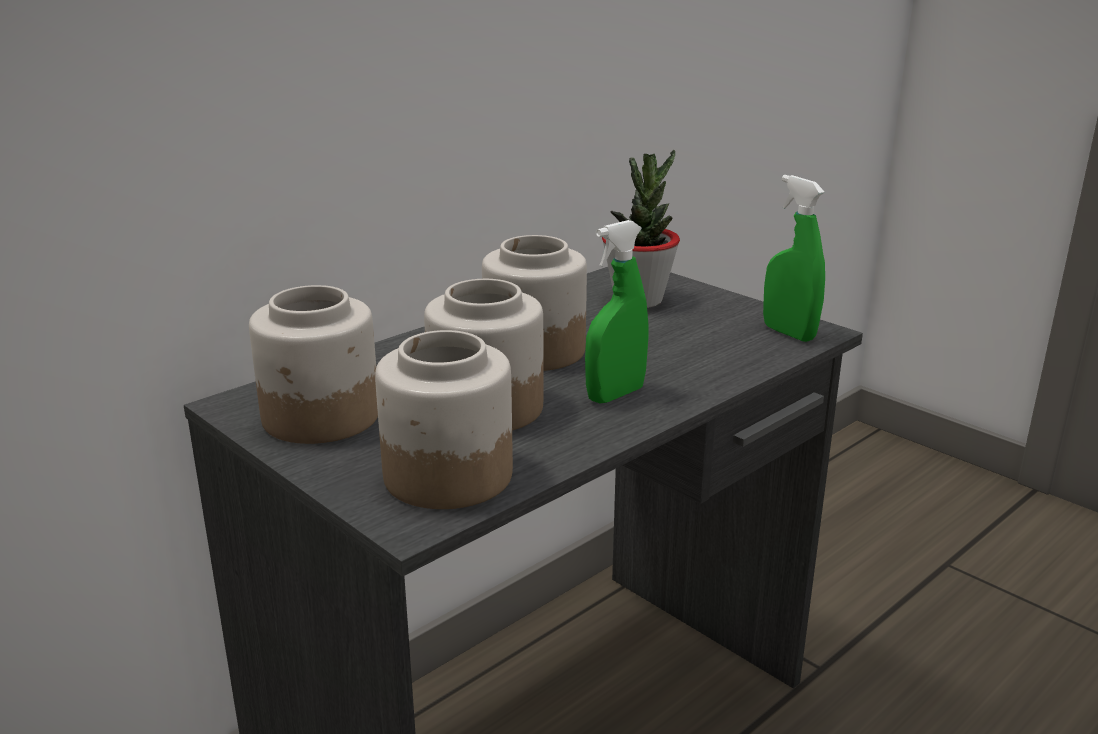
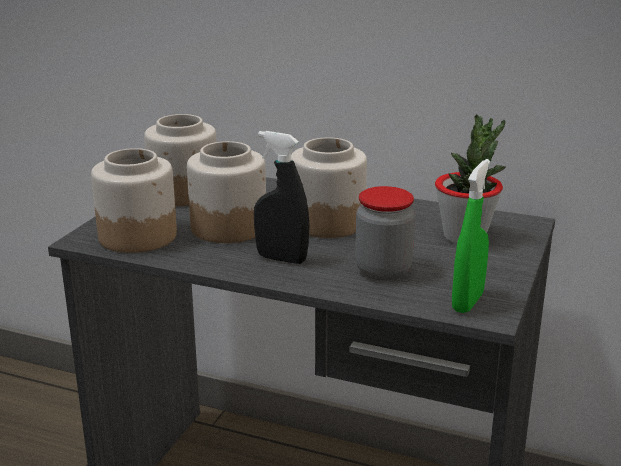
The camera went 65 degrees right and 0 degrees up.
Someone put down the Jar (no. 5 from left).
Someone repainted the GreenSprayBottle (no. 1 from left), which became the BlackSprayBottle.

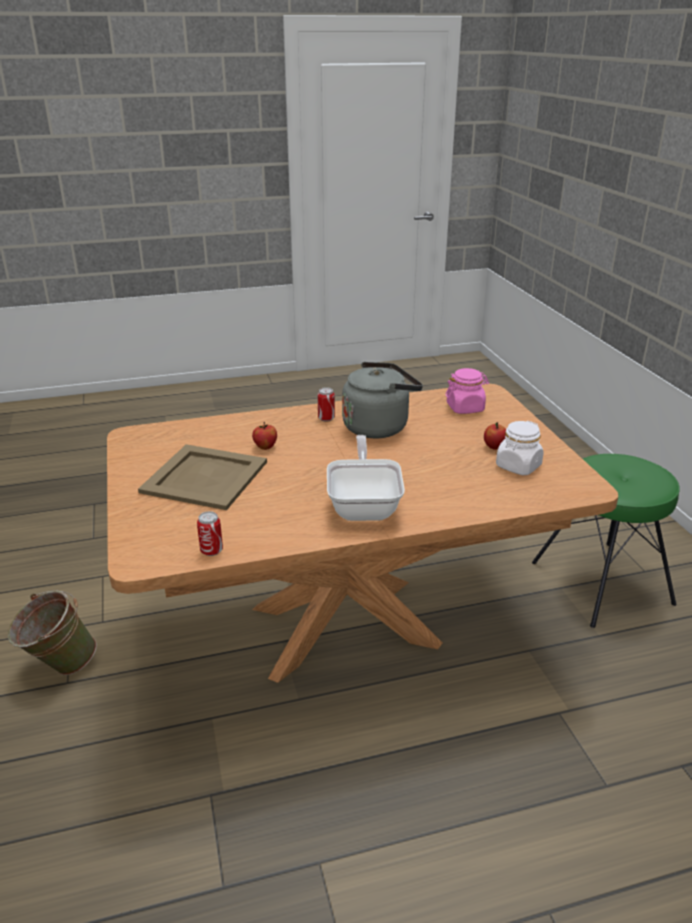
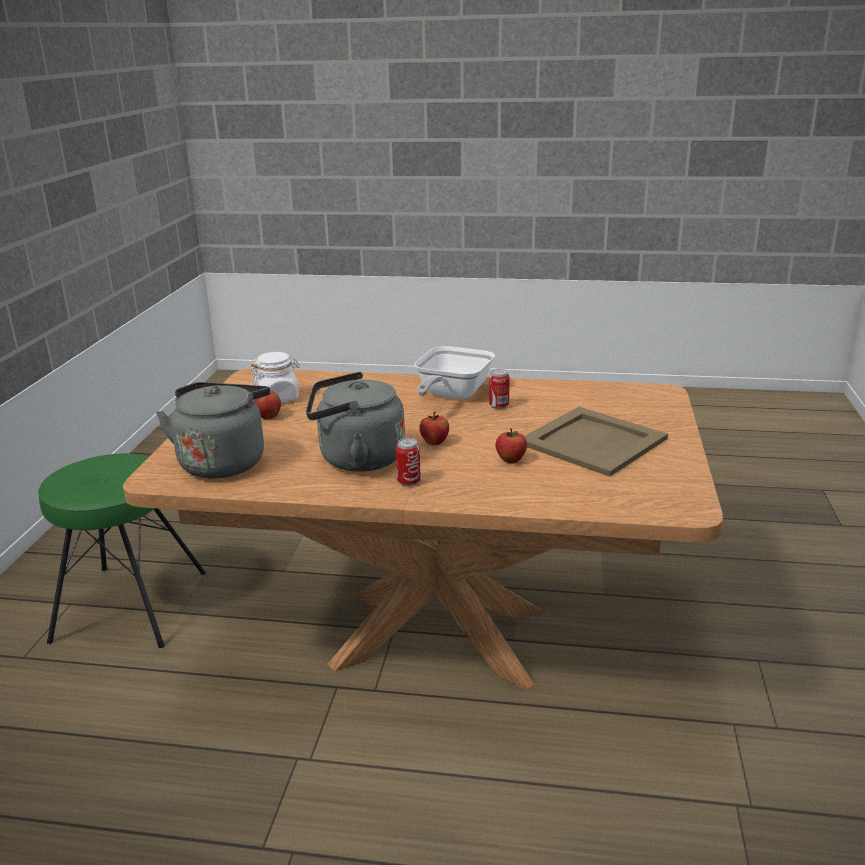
The camera went 155 degrees left and 5 degrees down.
Someone took away the GreenBucket.
Someone put down the Apple (no. 2 from left).
Someone carried the Can (no. 1 from left in the first image).
Someone swapped the PinkJar for the GreyKettle (no. 1 from left).

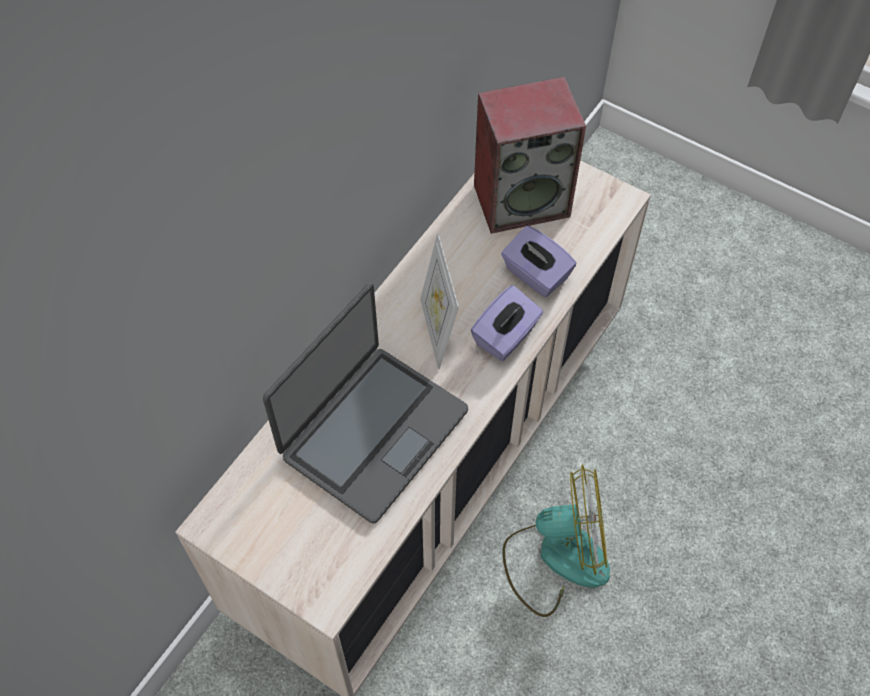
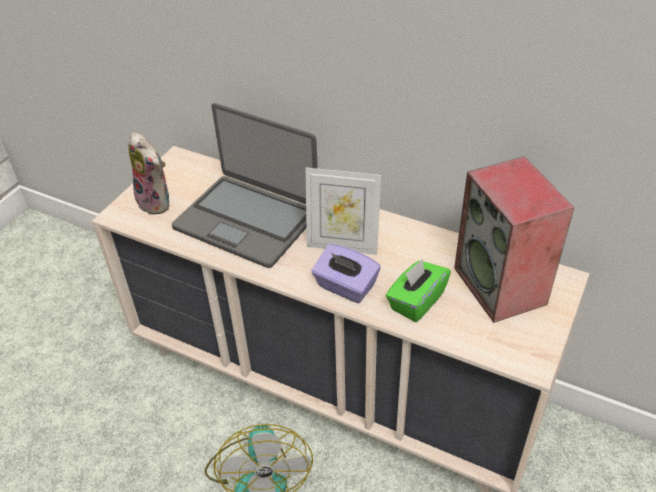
The camera went 85 degrees right and 15 degrees down.
Someone put down the PlushToy.
Someone repainted the PurpleTissueBox (no. 2 from left), which became the GreenTissueBox.
Someone rotated the PictureFrame by 150 degrees counterclockwise.

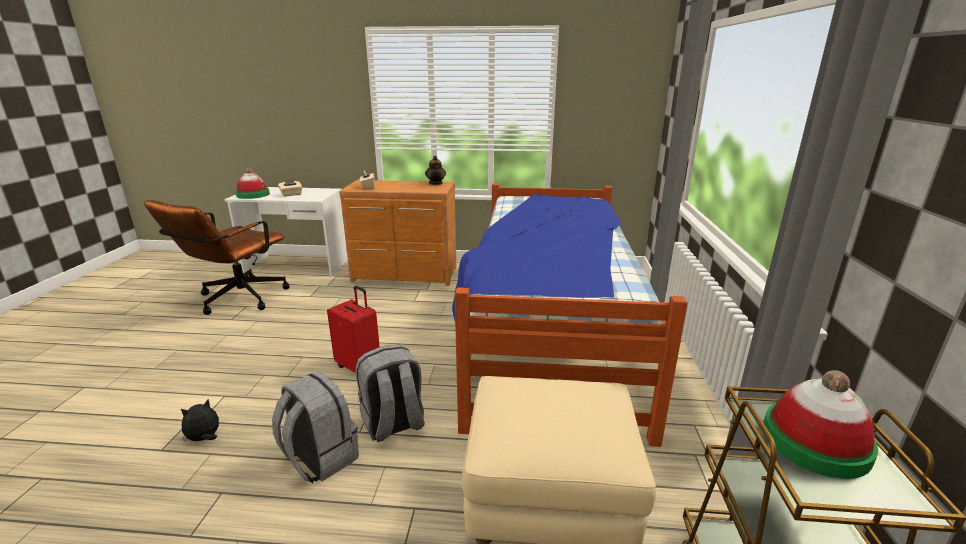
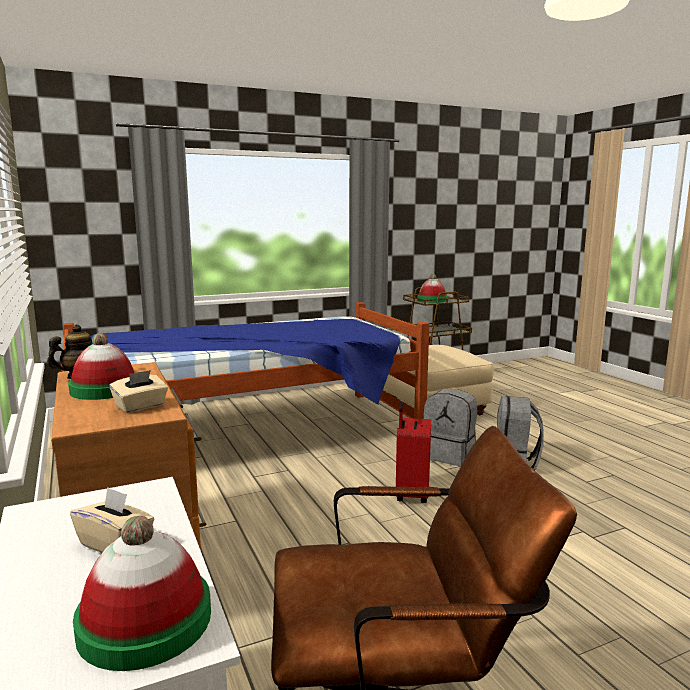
The camera went 120 degrees left and 10 degrees down.
Someone took away the PlushToy.
Someone put down the Hat (no. 1 from left).

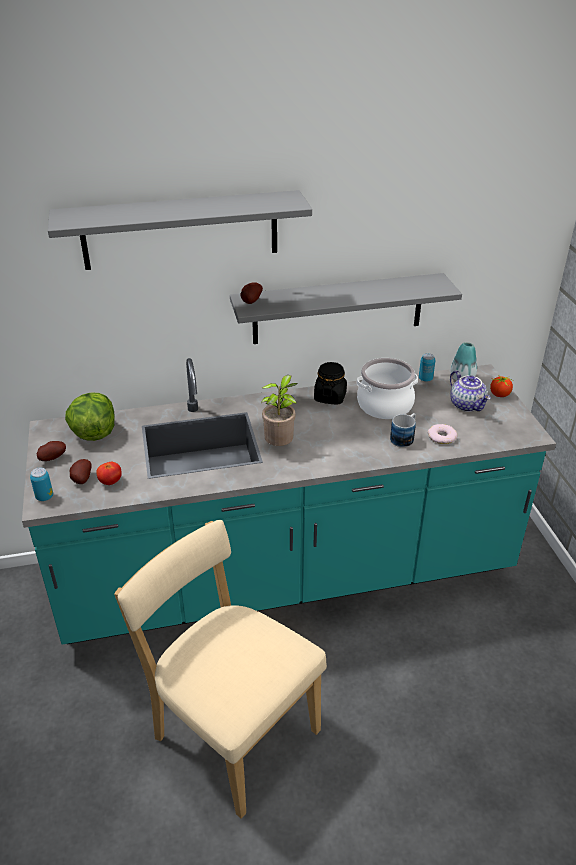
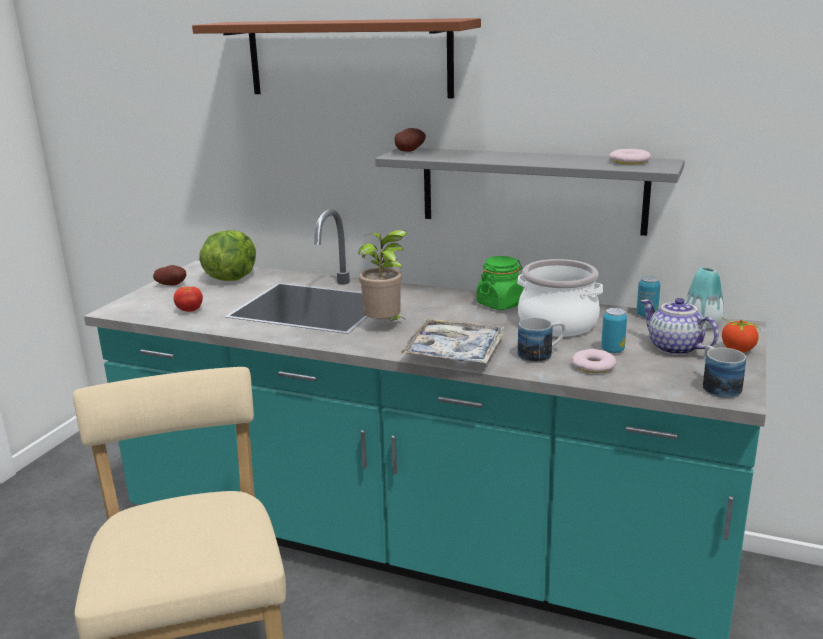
The camera went 35 degrees right and 15 degrees down.
Someone took away the Potato (no. 2 from left).
Someone put down the Tray.
Someone put down the Donut (no. 2 from left).
Someone put down the Mug (no. 2 from left).
Someone carried the Can (no. 1 from left).
Someone repainted the GreyShelf (no. 1 from left), which became the BrownShelf.
Someone repainted the BlackJar, which became the GreenJar.
Someone rotated the Teapot by 135 degrees clockwise.

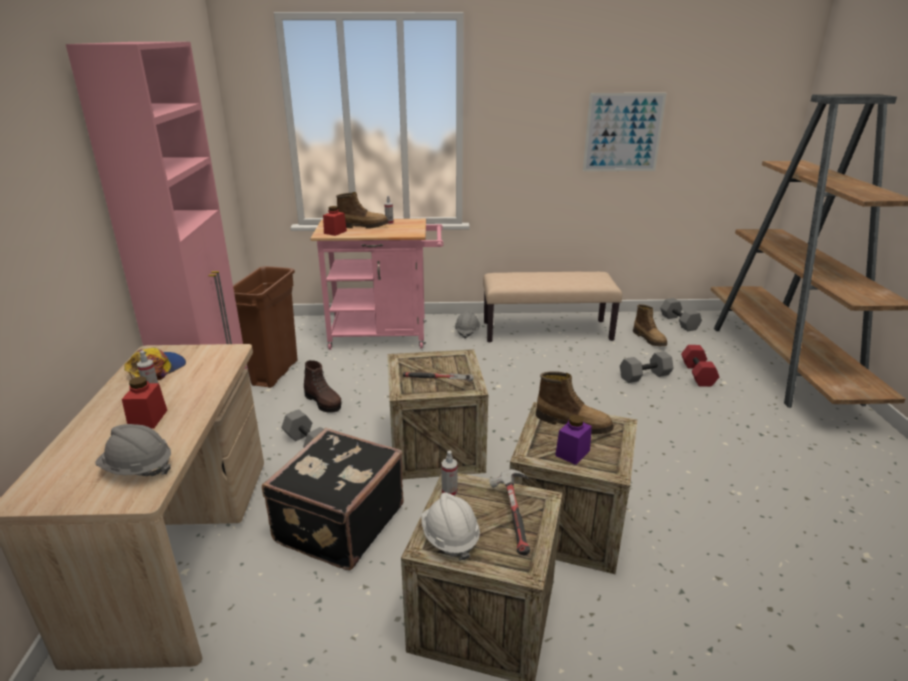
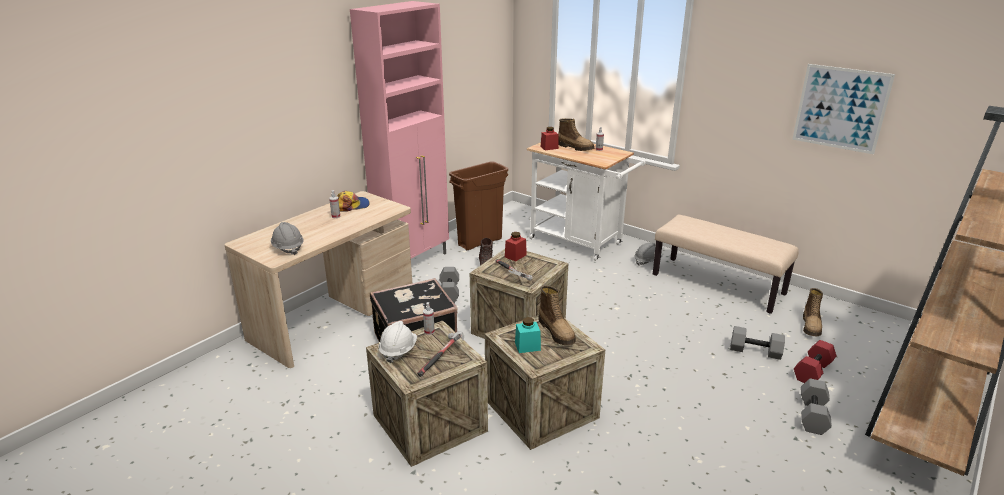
The camera went 40 degrees right and 0 degrees up.
Someone carried the RedJar (no. 1 from left).
Someone carried the GreyDumbbell (no. 3 from left).
Someone repainted the PinkCart, which became the WhiteCart.
Someone repainted the PurpleJar, which became the TurquoiseJar.

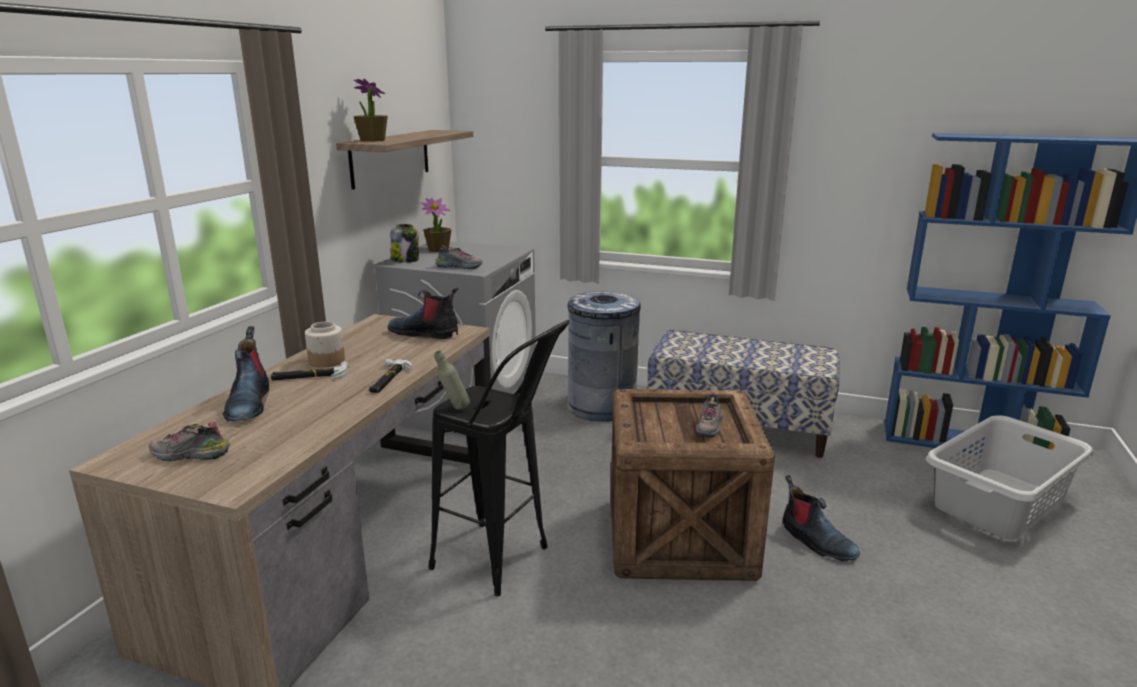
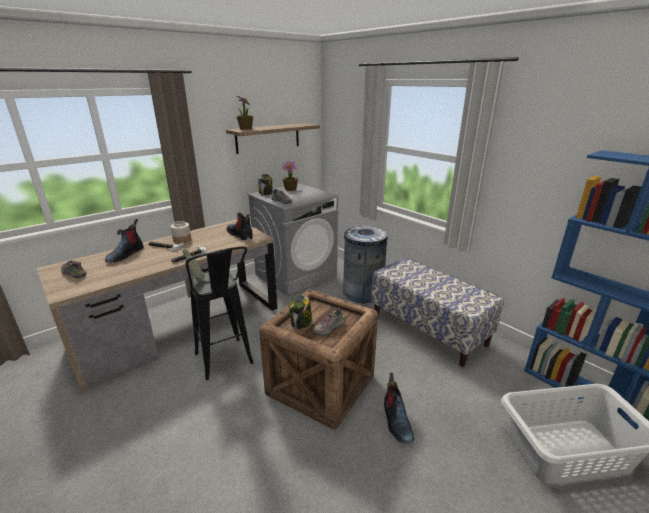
The camera went 30 degrees right and 5 degrees up.
Someone put down the Jar (no. 3 from left).

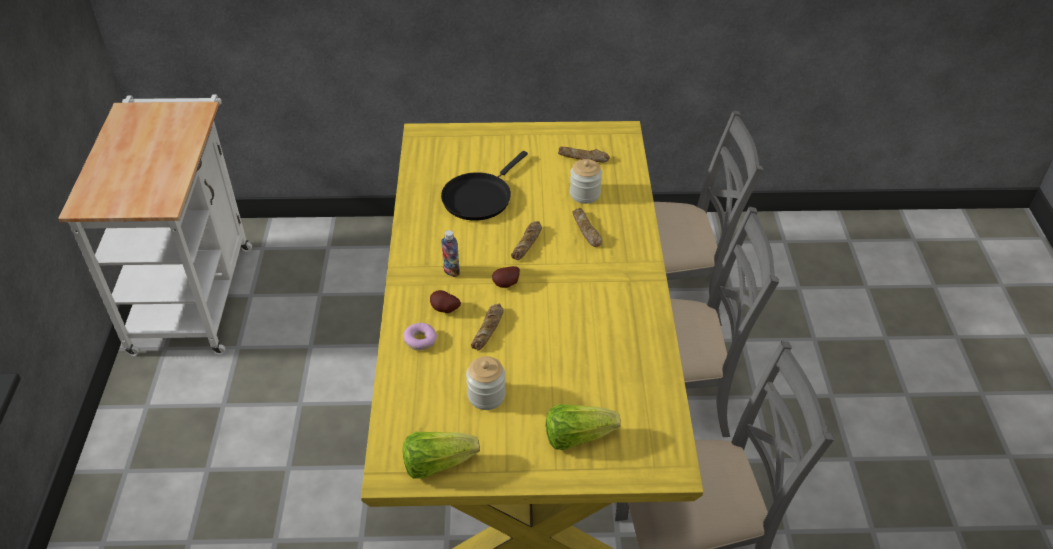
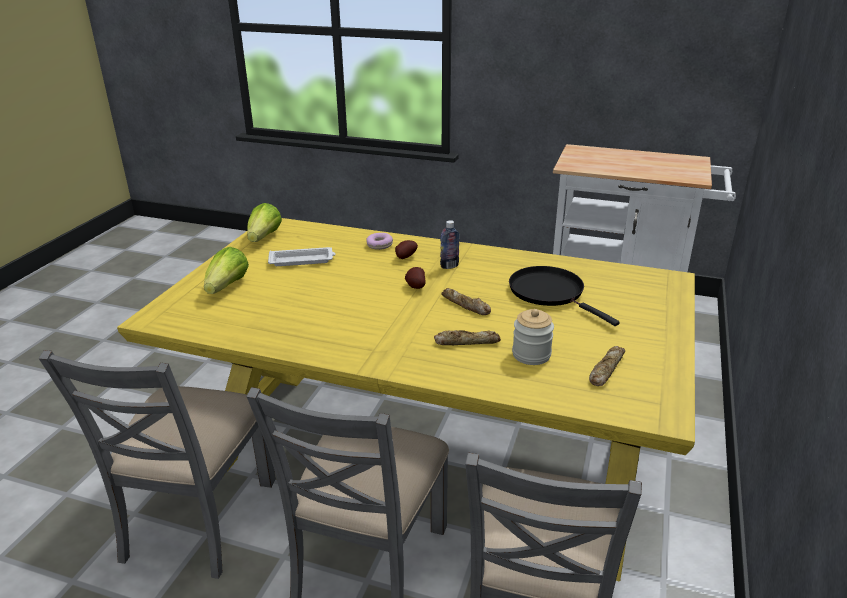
The camera went 110 degrees right and 15 degrees down.
Someone took away the Bread (no. 1 from left).
Someone swapped the Jar (no. 1 from left) for the WhiteTray.

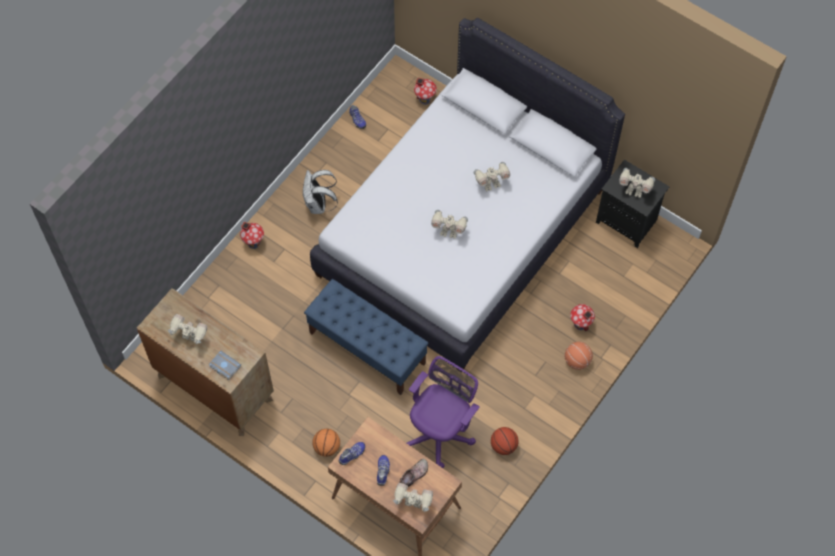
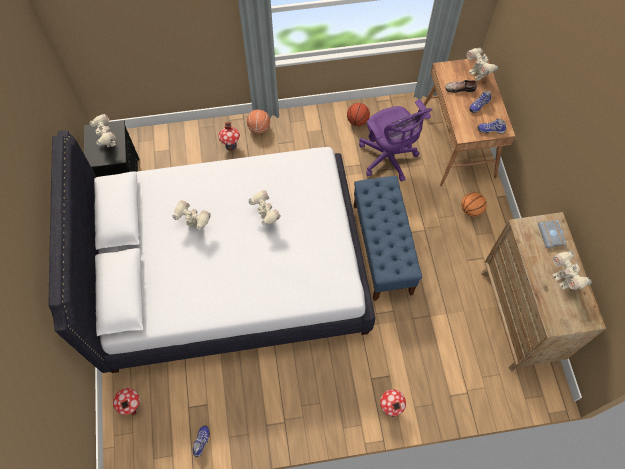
The camera went 135 degrees left and 0 degrees up.
Someone took away the WhiteBackpack.
Someone rotated the PurpleOfficeChair by 105 degrees counterclockwise.

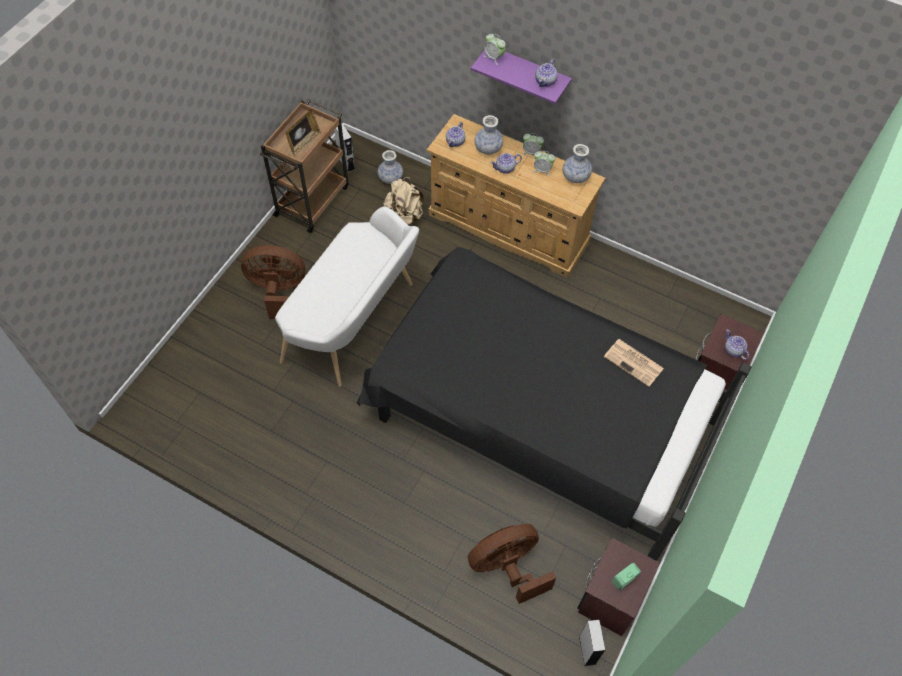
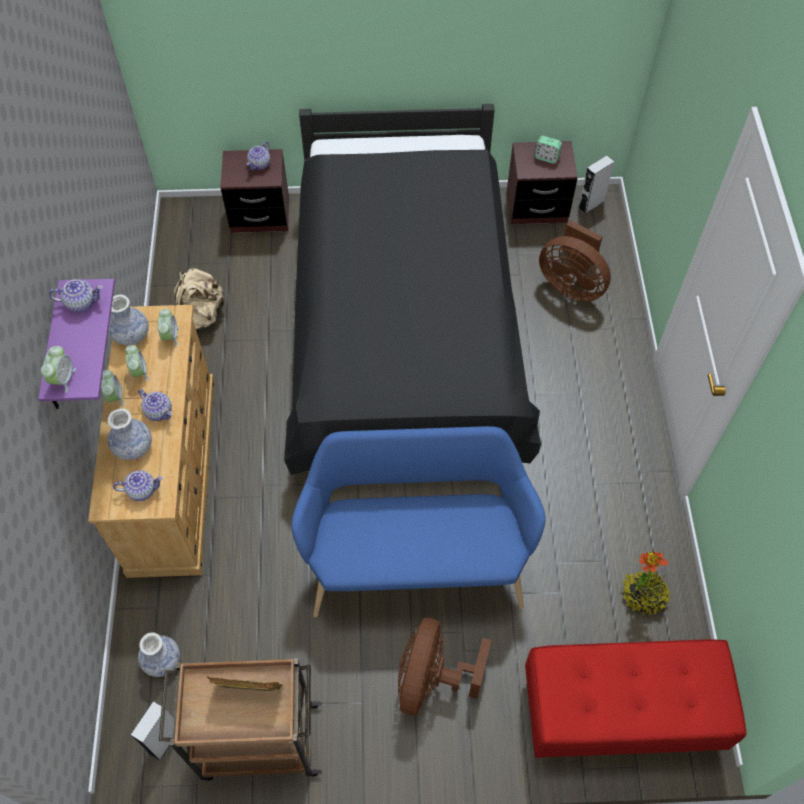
The camera went 120 degrees left and 0 degrees up.
Someone took away the Newspaper.
Someone put down the AlarmClock (no. 4 from left).
Someone put down the RedBench.
Someone put down the PottedPlant.
Someone carried the BeigeBackpack.
Someone repainted the WhiteBench, which became the BlueBench.
Someone rotated the BrownFan (no. 1 from left) by 45 degrees clockwise.

